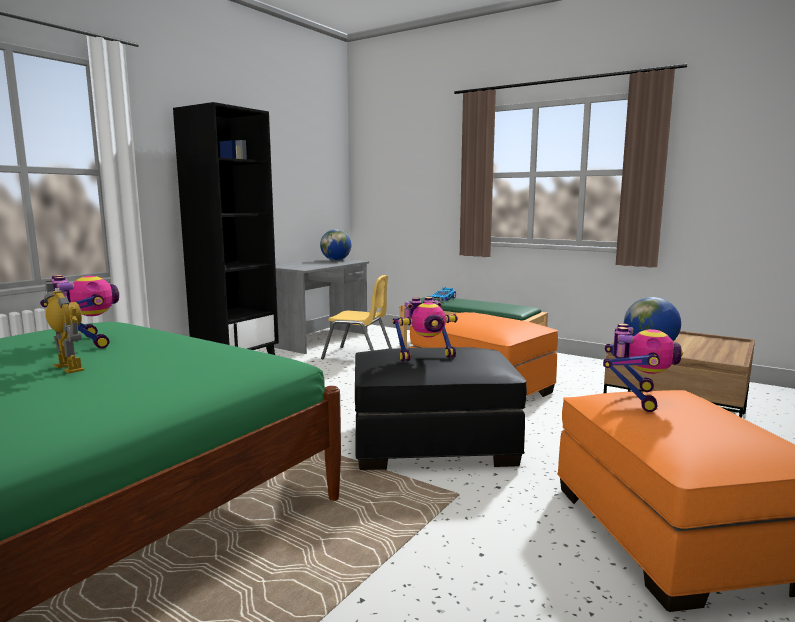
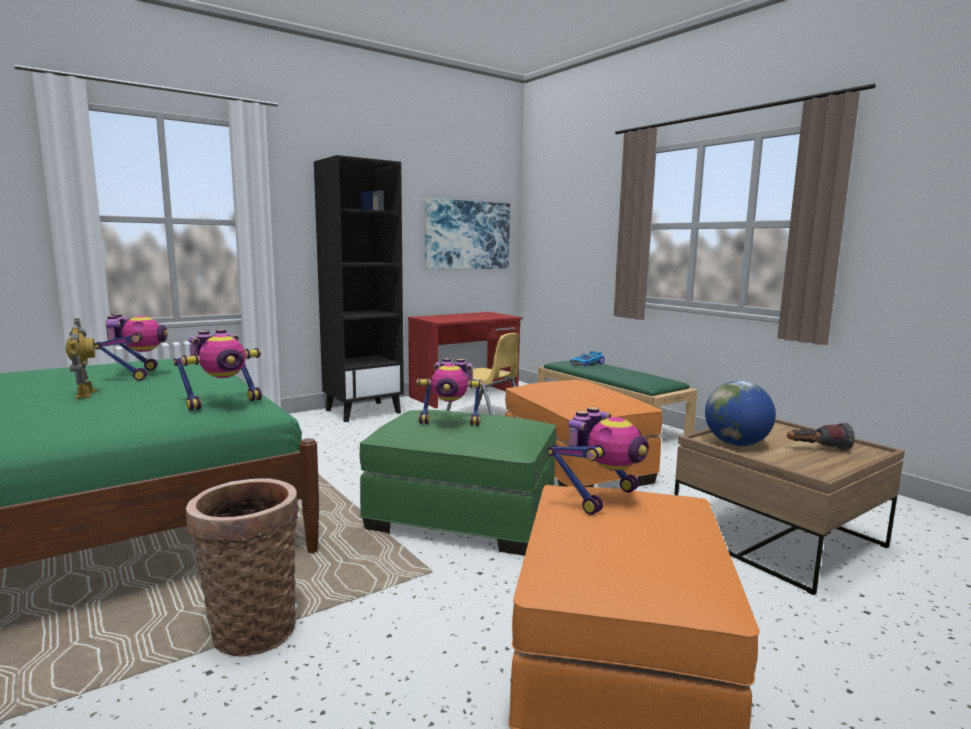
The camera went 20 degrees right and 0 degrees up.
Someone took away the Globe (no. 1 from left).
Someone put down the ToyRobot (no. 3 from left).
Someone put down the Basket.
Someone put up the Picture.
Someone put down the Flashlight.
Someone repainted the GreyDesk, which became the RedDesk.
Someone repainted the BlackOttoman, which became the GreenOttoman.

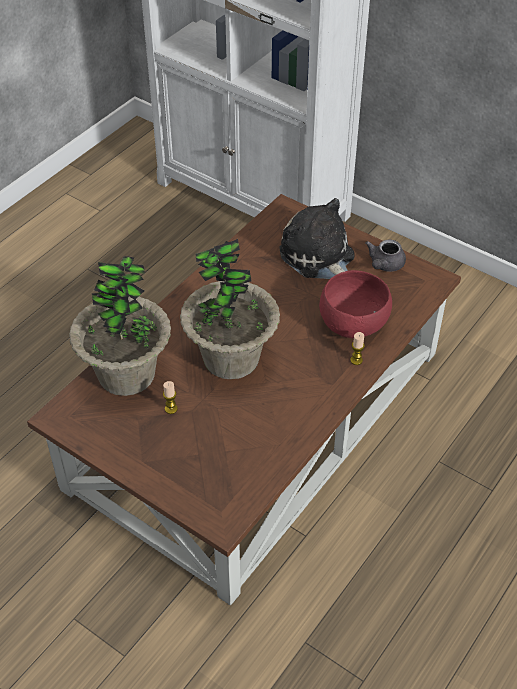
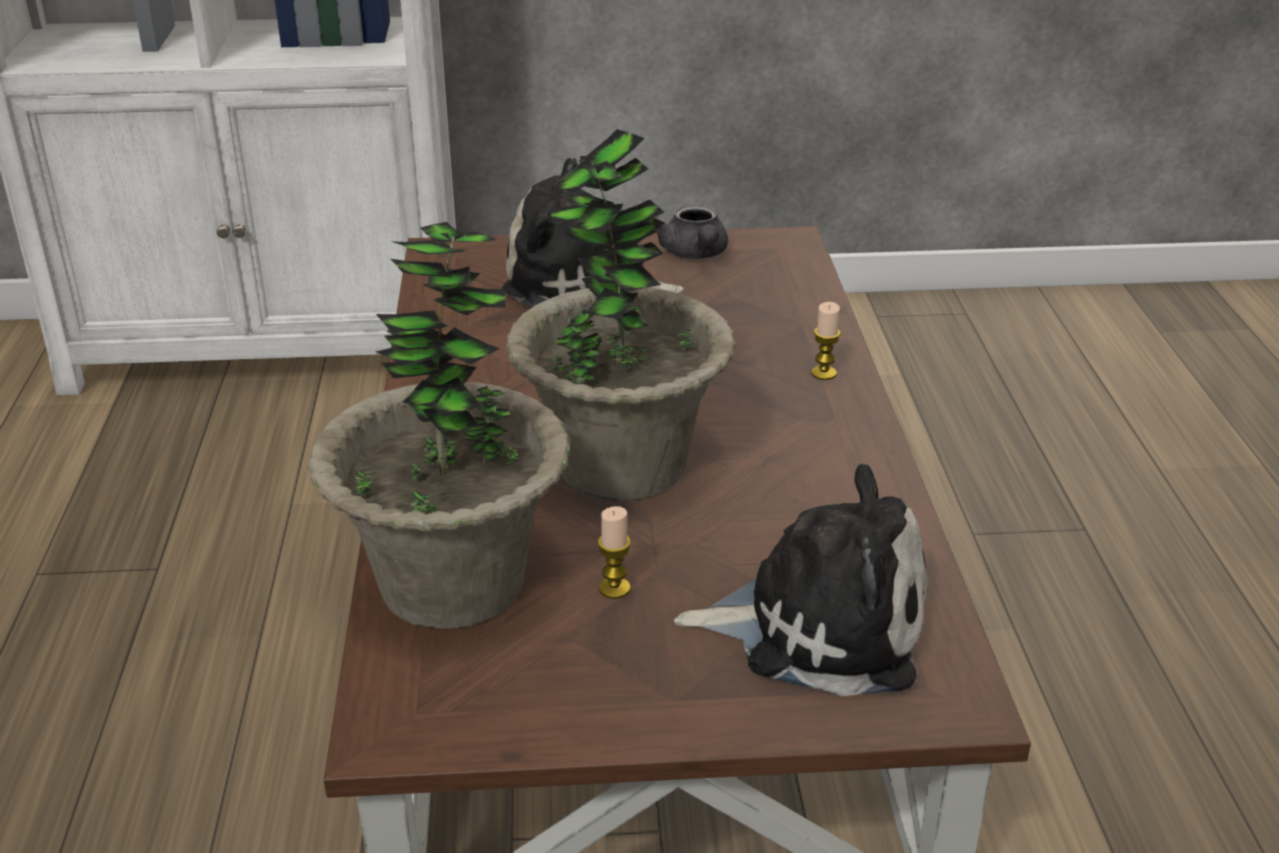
The camera went 40 degrees left and 15 degrees down.
Someone took away the RedBowl.
Someone put down the PlushToy (no. 2 from left).

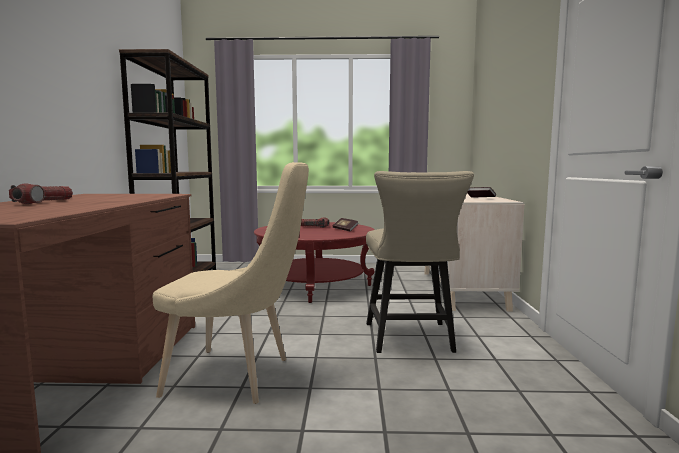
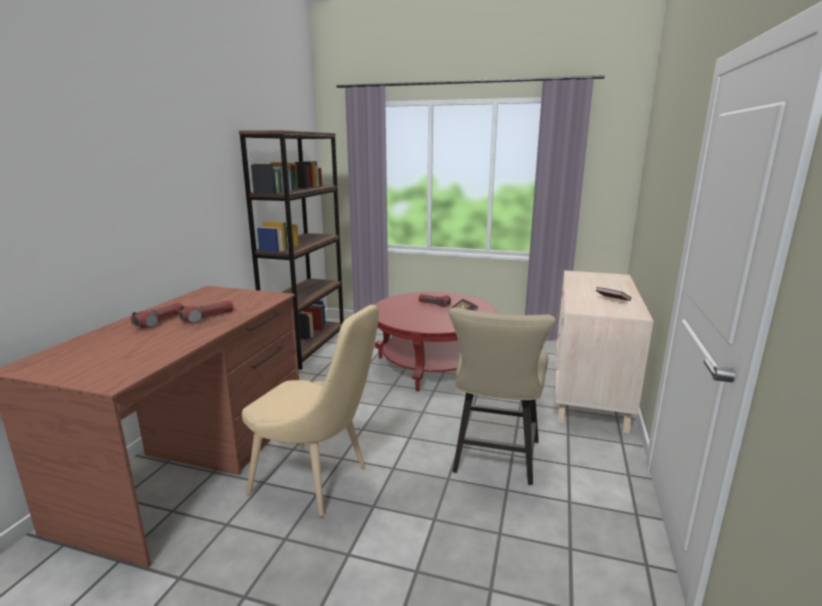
The camera went 15 degrees right and 10 degrees up.
Someone put down the Flashlight (no. 2 from left).

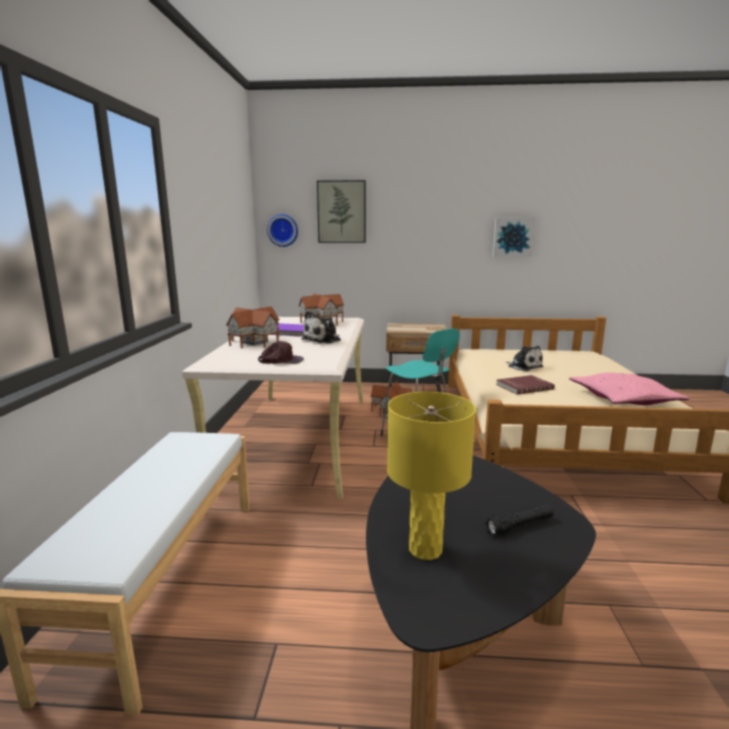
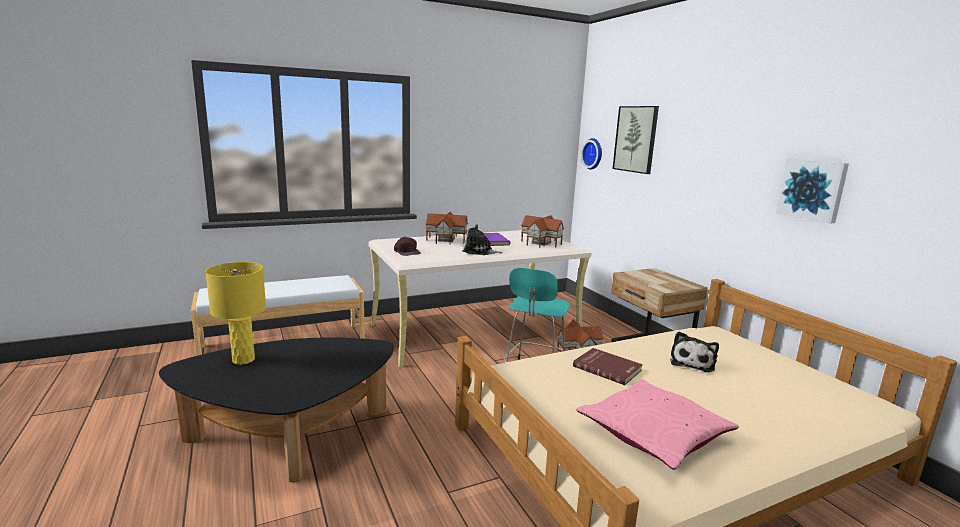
The camera went 60 degrees right and 0 degrees up.
Someone took away the BlackFlashlight.

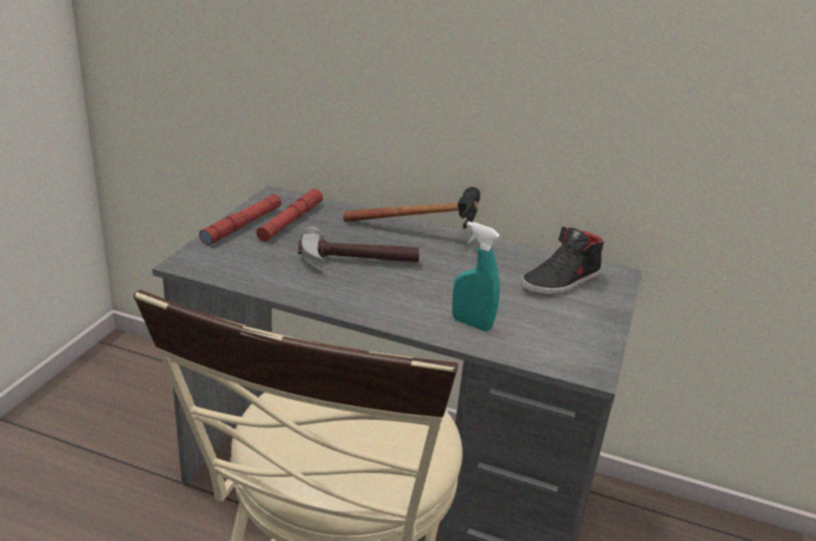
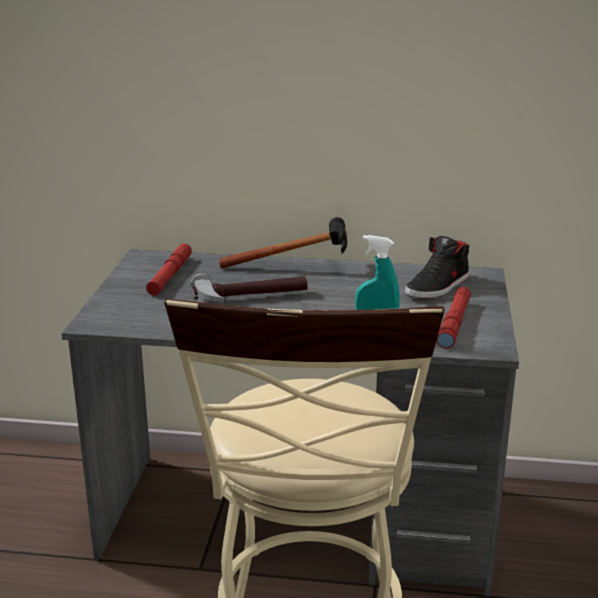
The camera went 10 degrees left and 5 degrees down.
Someone carried the RedFlashlight (no. 1 from left in the first image).

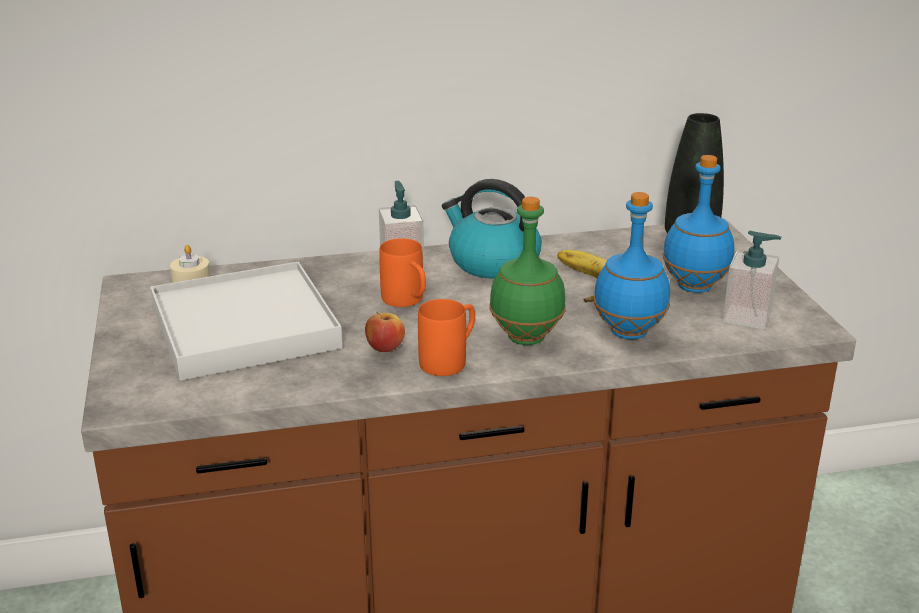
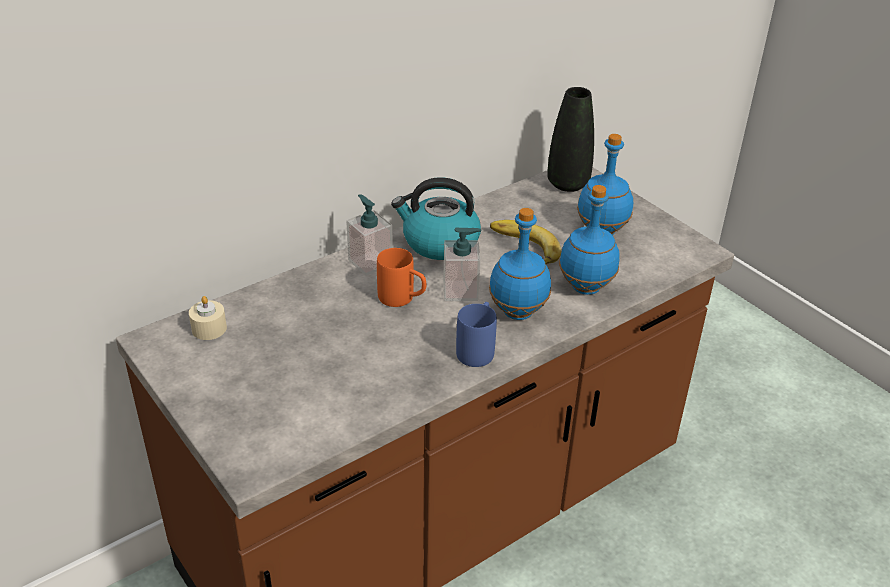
The camera went 25 degrees left and 10 degrees up.
Someone took away the WhiteTray.
Someone took away the Apple.
Someone carried the SoapDispenser (no. 2 from left).
Someone repainted the OrangeMug (no. 2 from left), which became the BlueMug.
Someone repainted the GreenBottle, which became the BlueBottle (no. 1 from left).

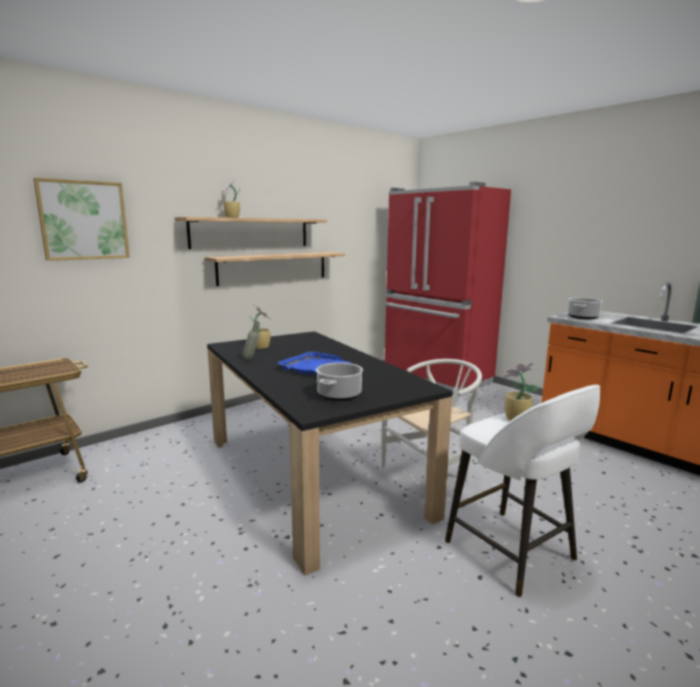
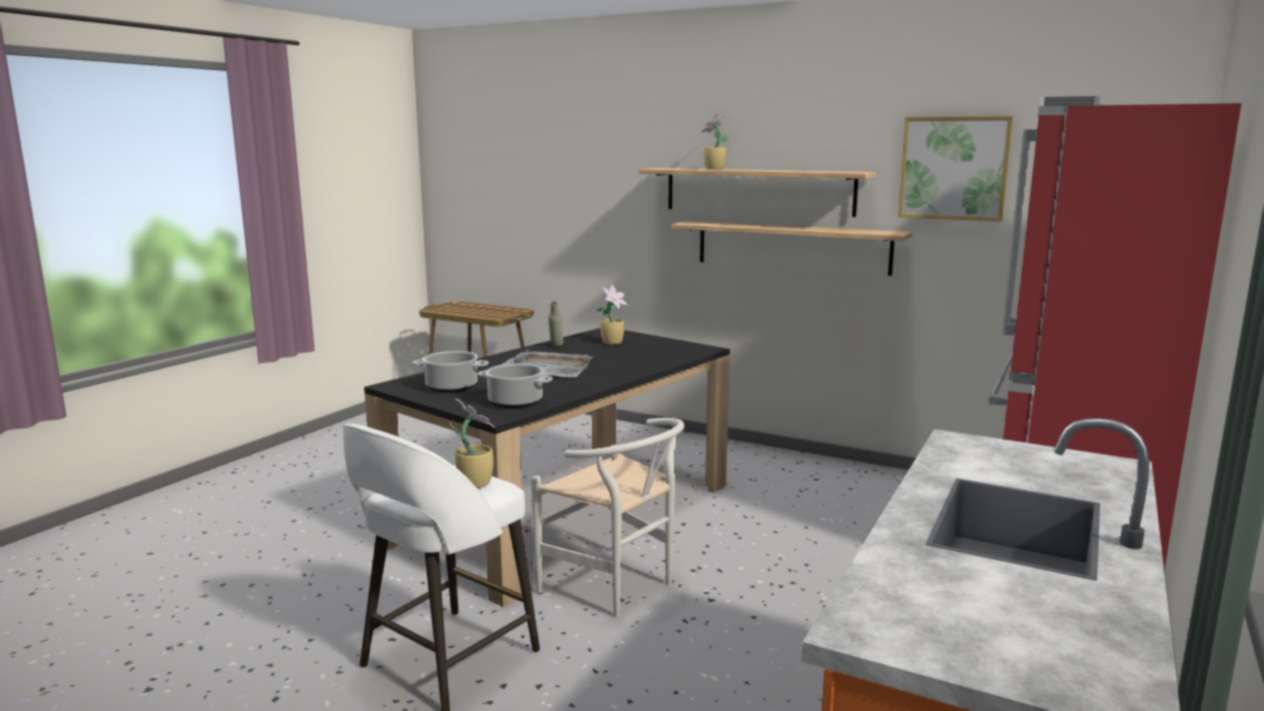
The camera went 70 degrees right and 0 degrees up.
Someone carried the Picture.
Someone carried the CookingPot (no. 2 from left).
Someone repainted the BlueTray, which became the GreyTray.

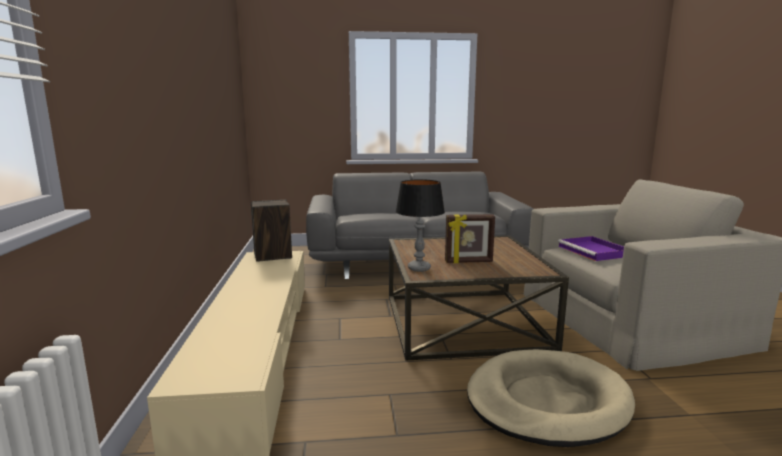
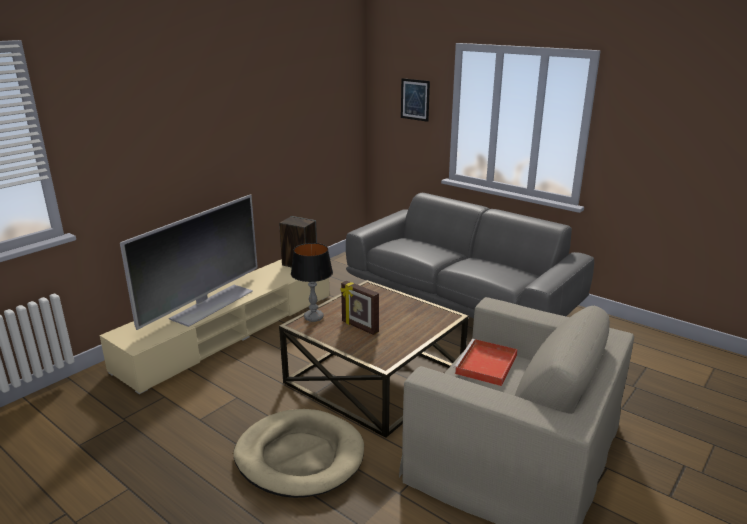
The camera went 45 degrees right and 10 degrees up.
Someone put down the Television.
Someone put up the Picture.
Someone repainted the PurpleTray, which became the RedTray.

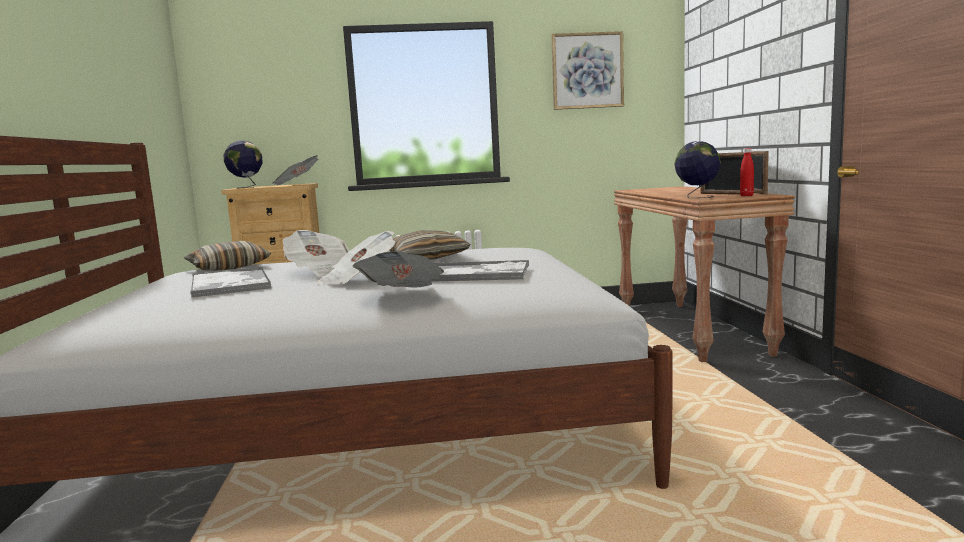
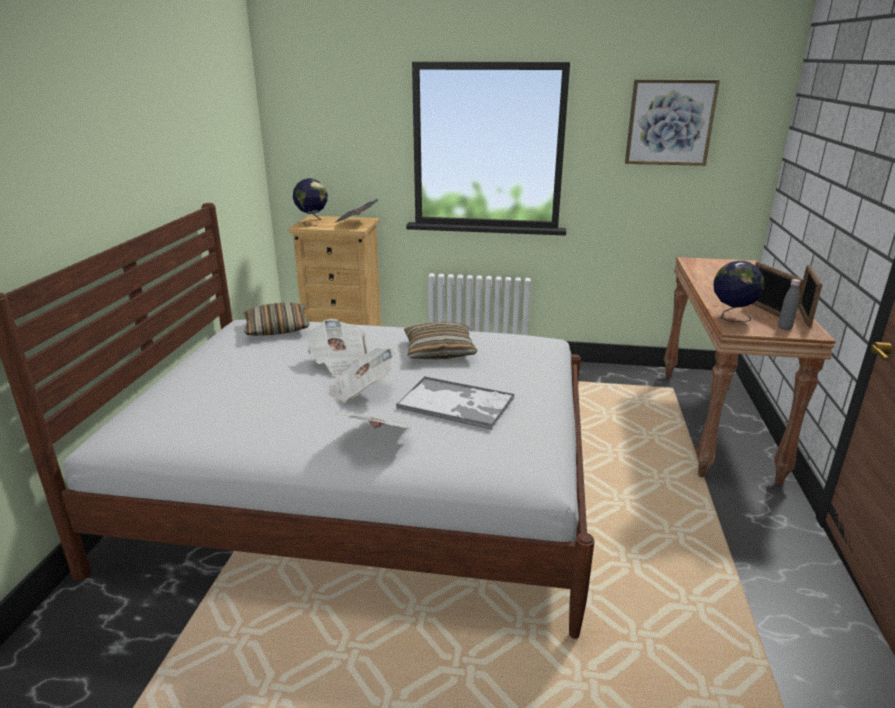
The camera went 15 degrees right and 15 degrees up.
Someone took away the Tray (no. 1 from left).
Someone repainted the RedBottle, which became the GreyBottle.

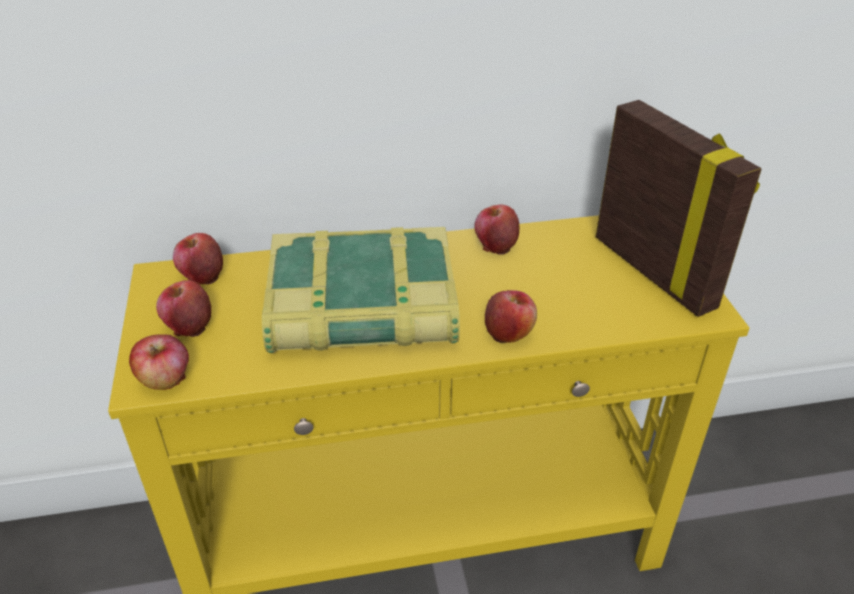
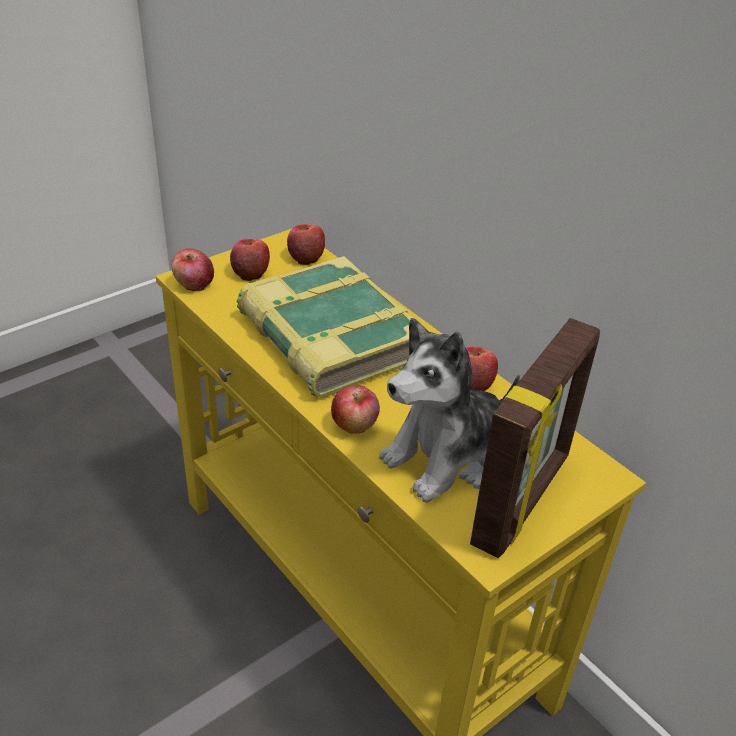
The camera went 60 degrees right and 0 degrees up.
Someone put down the PlushToy.

